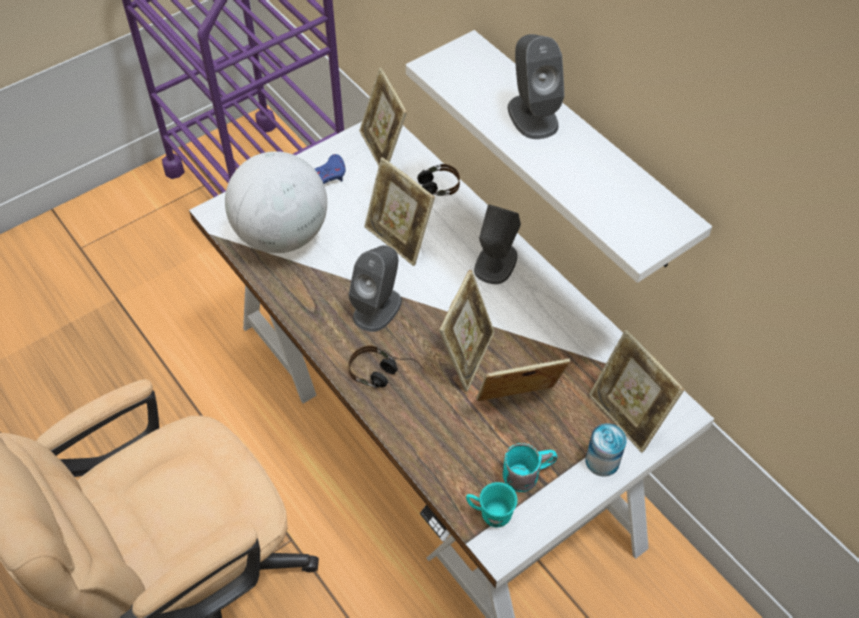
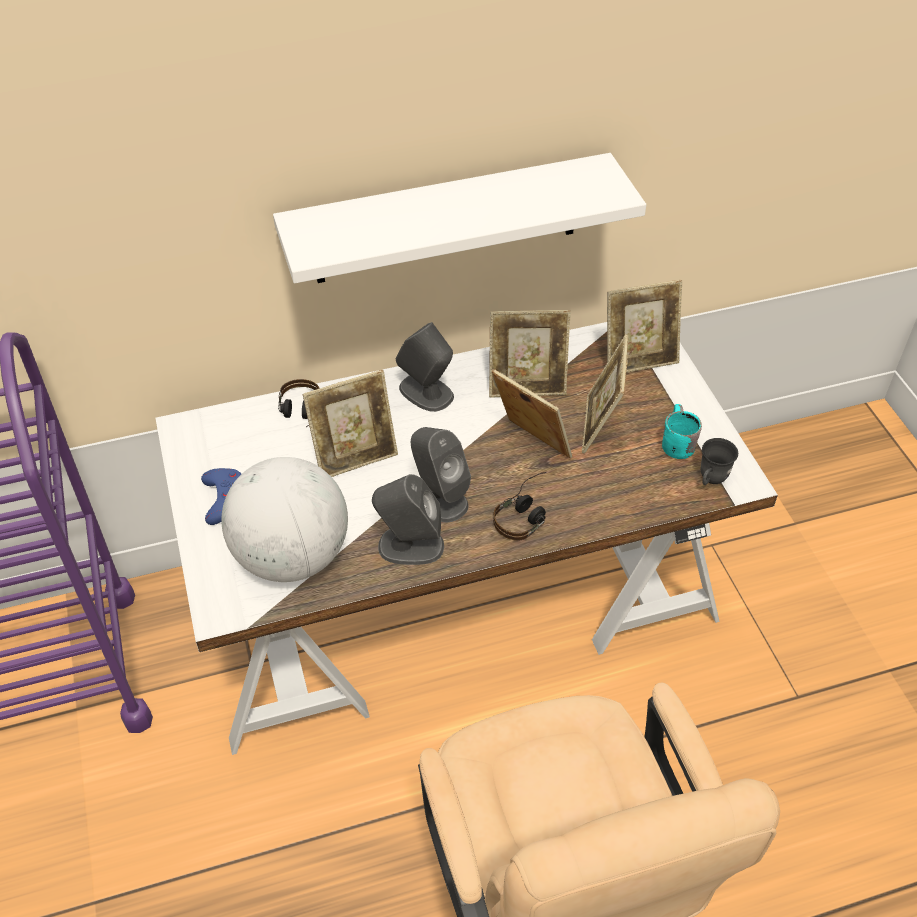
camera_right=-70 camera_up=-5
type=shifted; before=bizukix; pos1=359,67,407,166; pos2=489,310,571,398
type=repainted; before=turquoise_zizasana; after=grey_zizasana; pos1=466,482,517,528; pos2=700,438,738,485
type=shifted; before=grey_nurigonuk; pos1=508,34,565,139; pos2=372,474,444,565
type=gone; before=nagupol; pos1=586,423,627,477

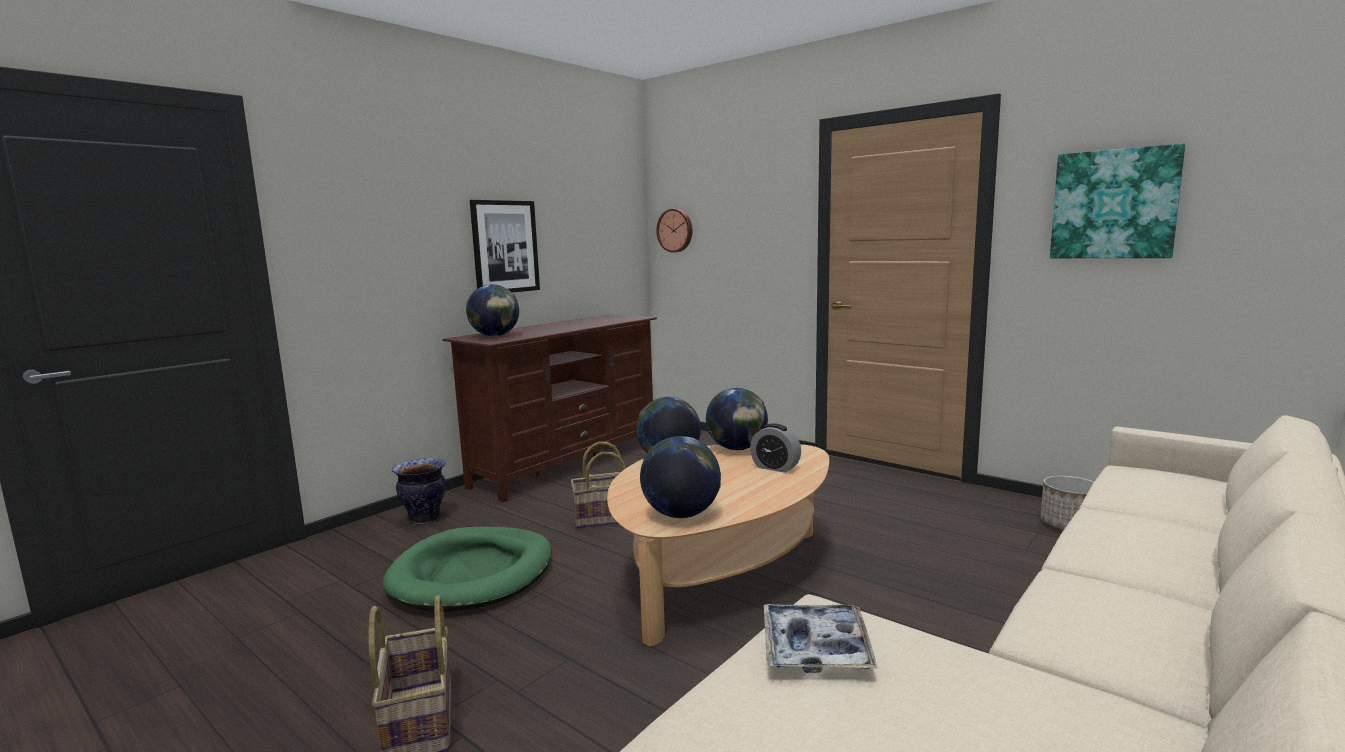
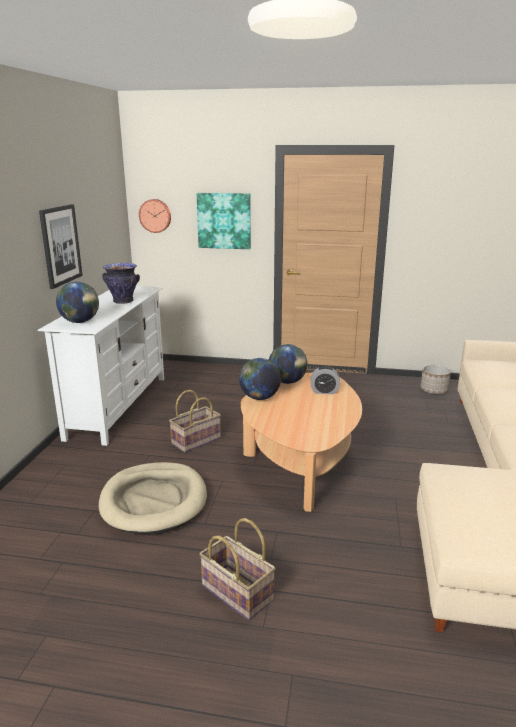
camera_right=-30 camera_up=10
type=repainted; before=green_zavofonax; after=beige_zavofonax; pos1=383,527,552,612; pos2=99,462,207,534
type=shifted; before=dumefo; pos1=392,458,446,524; pos2=102,263,140,304
type=repainted; before=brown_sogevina; after=white_sogevina; pos1=442,314,657,502; pos2=37,286,164,446
type=gone; before=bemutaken; pos1=640,436,721,518
type=gone; before=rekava; pos1=764,604,878,673
type=shifted; before=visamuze; pos1=1050,143,1185,258; pos2=197,193,251,249

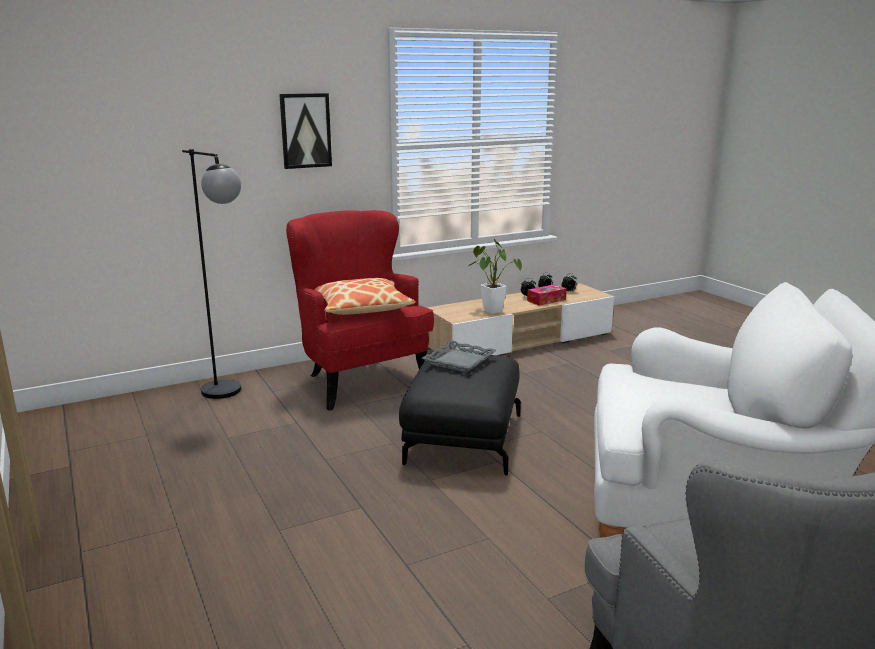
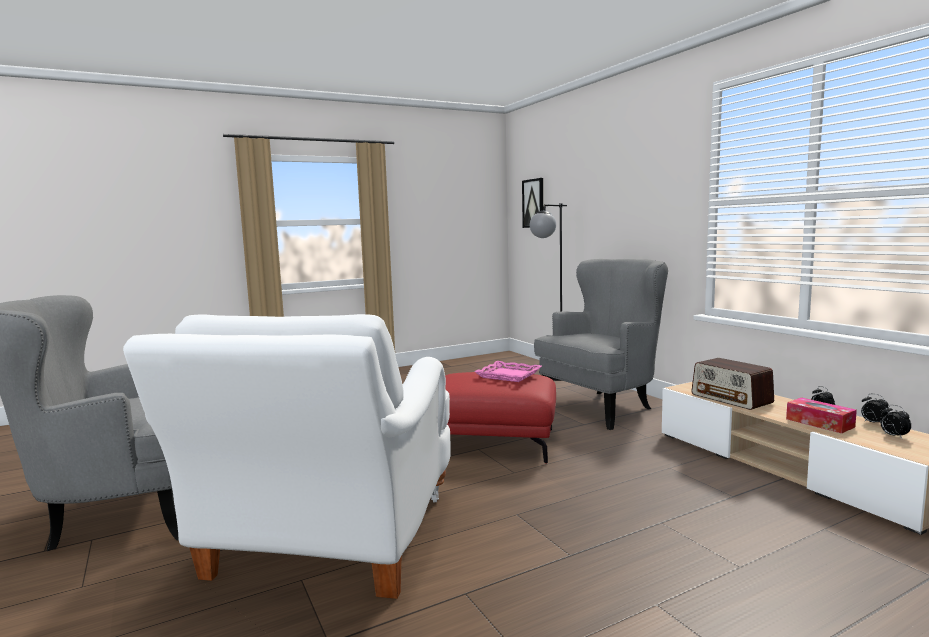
camera_right=90 camera_up=-10
type=shifted; before=visamuze; pos1=279,93,332,169; pos2=522,178,543,228
type=repainted; before=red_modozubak; after=grey_modozubak; pos1=286,210,434,411; pos2=534,259,668,430
type=gone; before=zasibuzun; pos1=314,278,416,315
type=repainted; before=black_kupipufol; after=red_kupipufol; pos1=399,353,521,476; pos2=445,372,556,464
type=repainted; before=grey_rekava; after=pink_rekava; pos1=422,340,496,373; pos2=474,361,542,382
type=swapped; before=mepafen; after=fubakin; pos1=468,239,522,314; pos2=691,358,774,410

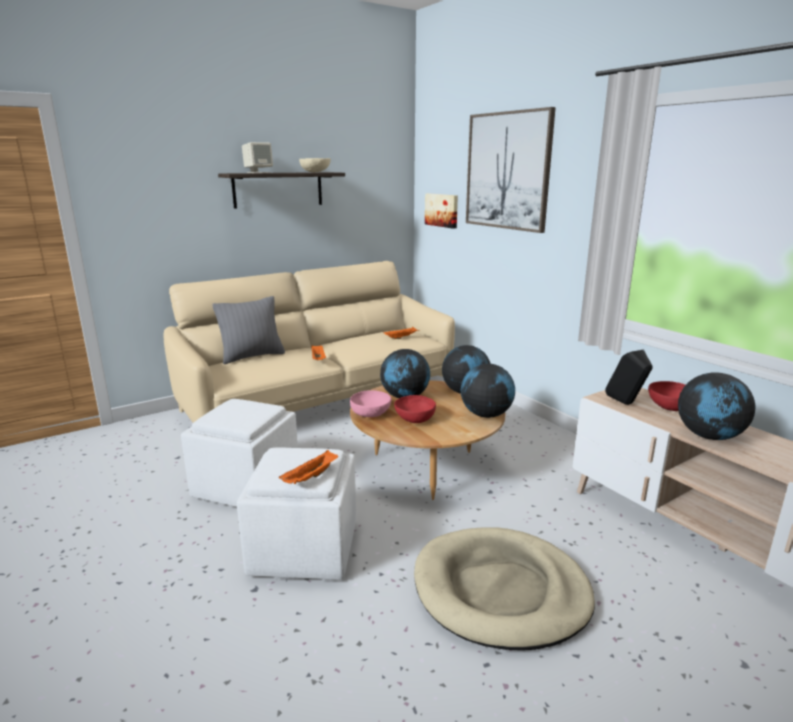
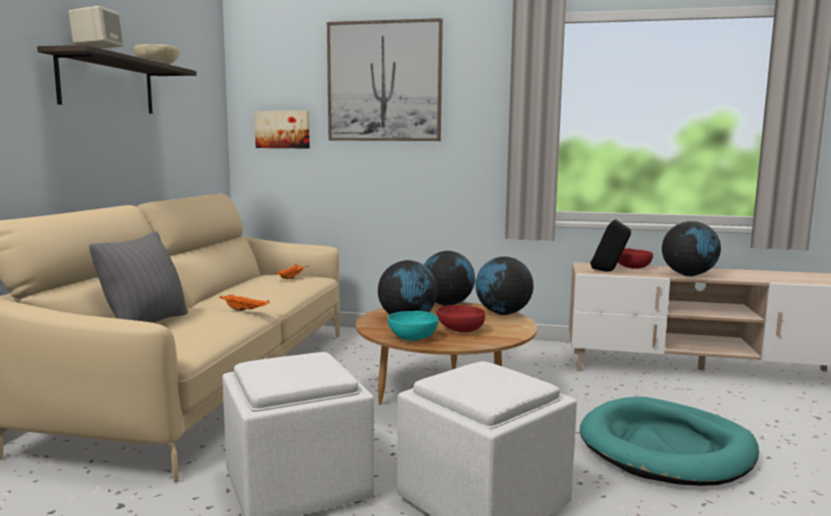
camera_right=-45 camera_up=-10
type=gone; before=orange_rekava; pos1=279,450,338,484
type=repainted; before=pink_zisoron; after=turquoise_zisoron; pos1=350,390,391,417; pos2=388,311,439,341
type=repainted; before=beige_zavofonax; after=turquoise_zavofonax; pos1=414,527,595,650; pos2=580,397,759,486

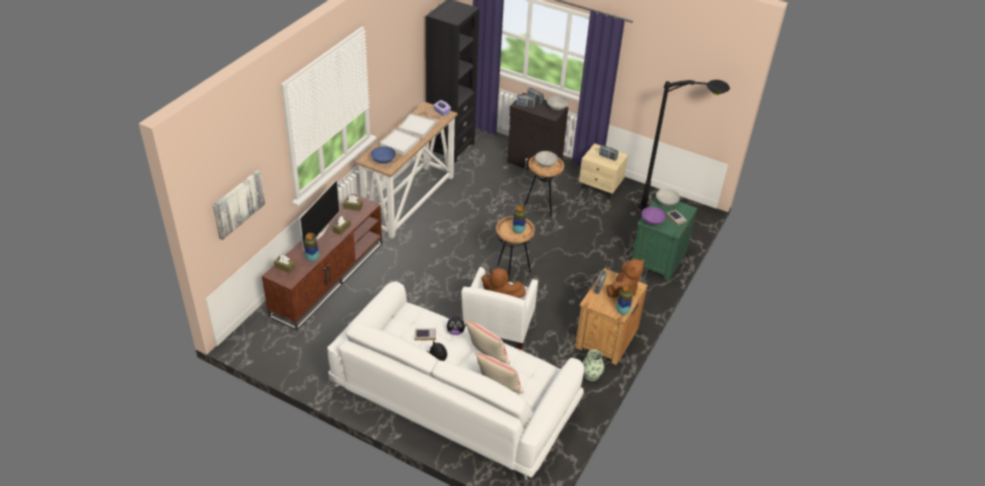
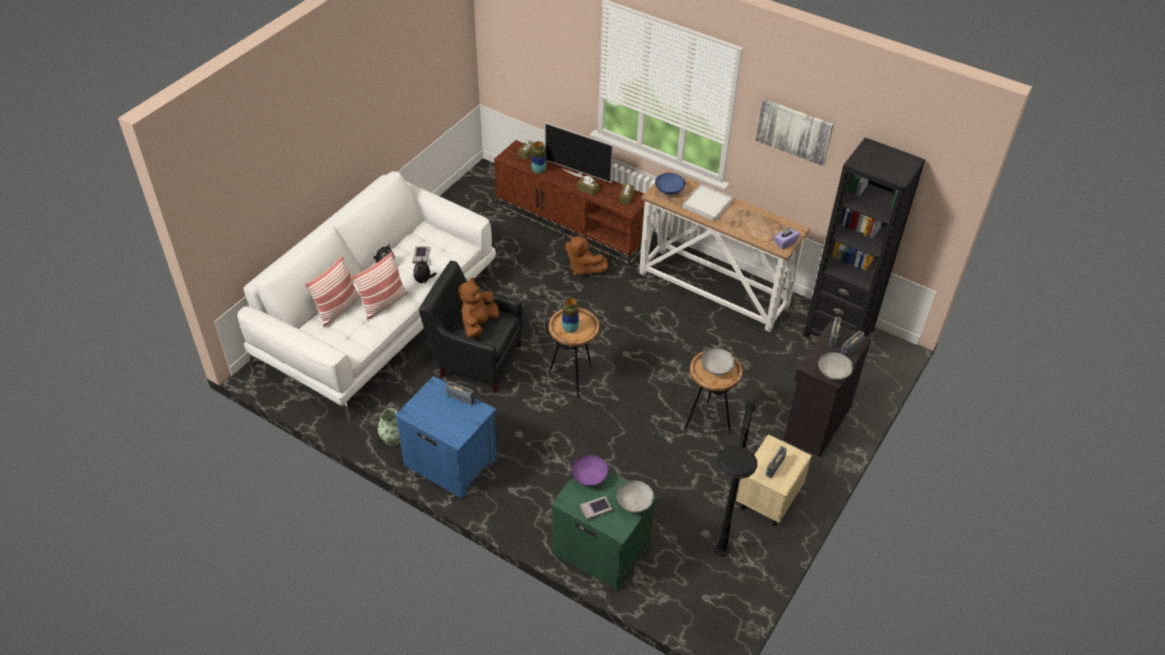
camera_right=95 camera_up=5
type=shifted; before=visamuze; pos1=213,170,265,240; pos2=755,99,834,166
type=gone; before=white_rekava; pos1=398,113,436,138
type=repainted; before=white_modozubak; after=black_modozubak; pos1=461,267,538,350; pos2=419,261,523,391
type=repainted; before=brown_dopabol; after=blue_dopabol; pos1=575,268,648,365; pos2=395,376,497,499
type=shifted; before=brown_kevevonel; pos1=606,259,645,298; pos2=565,235,608,276
type=gone; before=dumefo; pos1=616,285,633,315

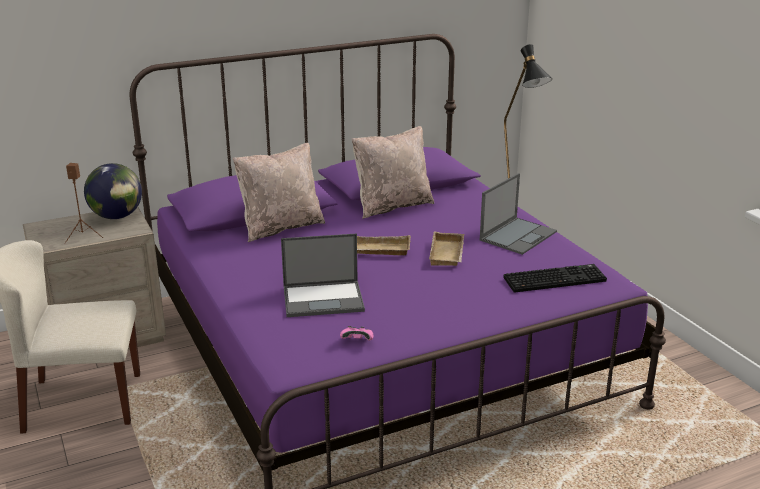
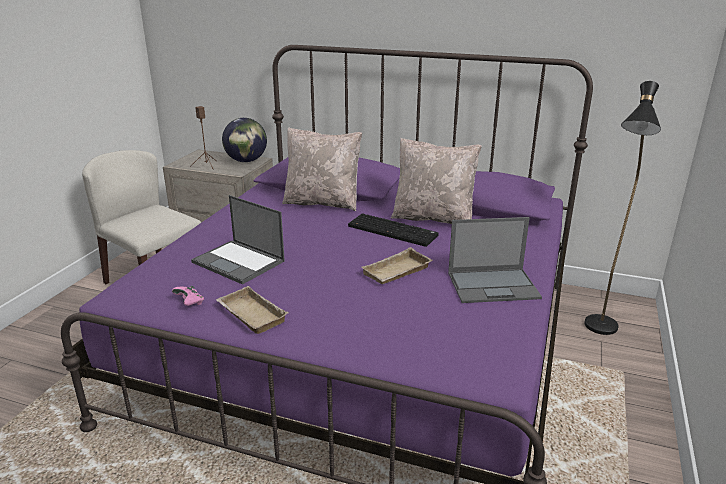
camera_right=45 camera_up=0
type=shifted; before=beige_rekava; pos1=357,235,411,255; pos2=216,286,288,334
type=shifted; before=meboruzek; pos1=503,264,607,293; pos2=348,213,438,247

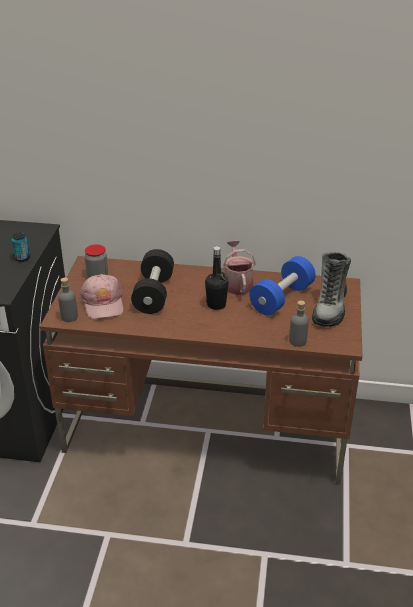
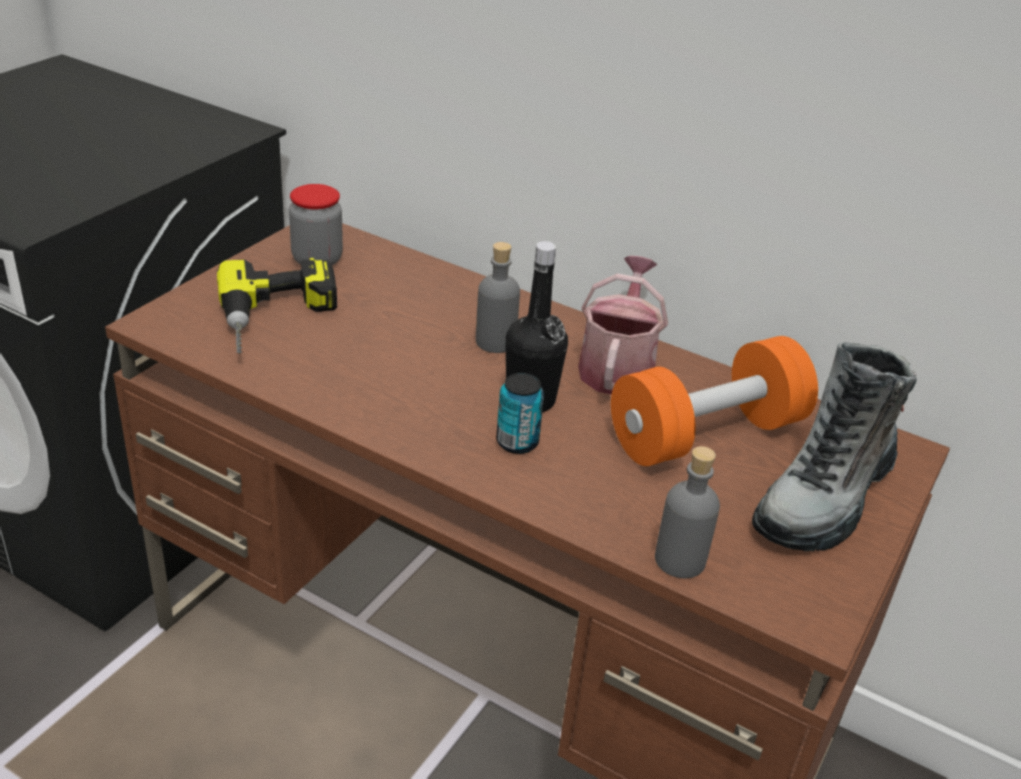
camera_right=20 camera_up=0
type=shifted; before=nagupol; pos1=11,232,30,262; pos2=496,373,544,454
type=shifted; before=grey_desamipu; pos1=58,277,78,322; pos2=476,242,520,353
type=swapped; before=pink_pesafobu; after=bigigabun; pos1=80,274,123,319; pos2=217,258,337,354
type=gone; before=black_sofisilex; pos1=131,249,174,314
type=repainted; before=blue_sofisilex; after=orange_sofisilex; pos1=249,256,316,315; pos2=611,336,818,466

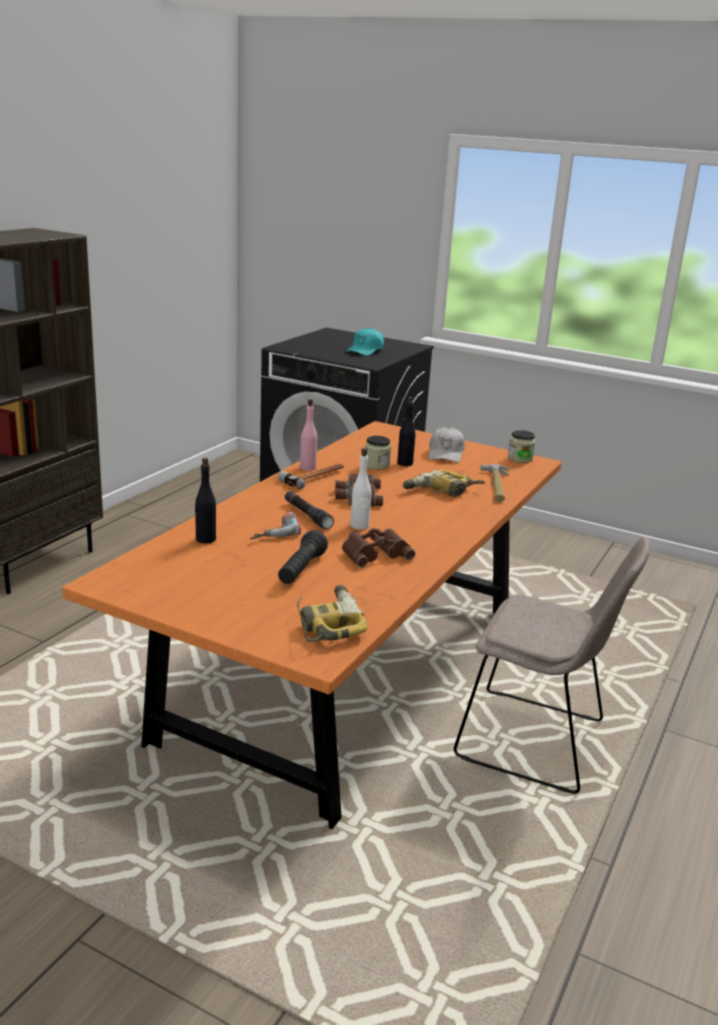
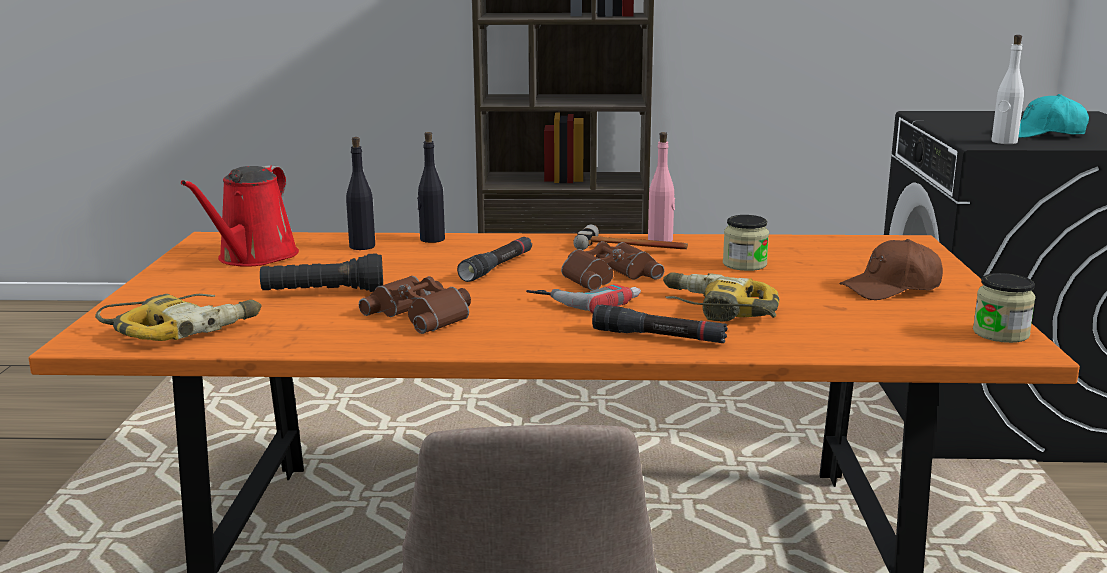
camera_right=65 camera_up=-5
type=shifted; before=bigigabun; pos1=250,512,301,539; pos2=526,284,641,313
type=shifted; before=white_desamipu; pos1=350,448,371,530; pos2=992,35,1024,144
type=shifted; before=black_desamipu; pos1=397,397,415,466; pos2=417,132,445,243
type=repainted; before=white_pesafobu; after=brown_pesafobu; pos1=429,427,465,462; pos2=839,239,943,300
type=gone; before=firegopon; pos1=481,464,509,502
type=new; after=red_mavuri; pos2=181,165,299,267
type=new; after=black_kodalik; pos2=592,305,728,343

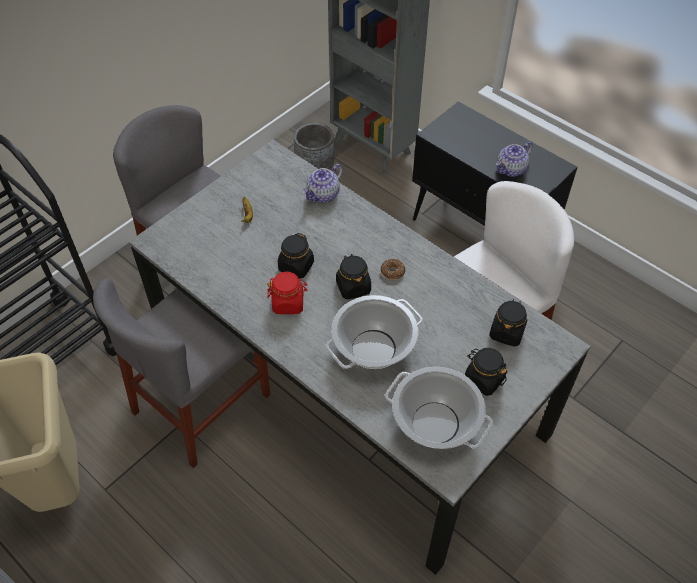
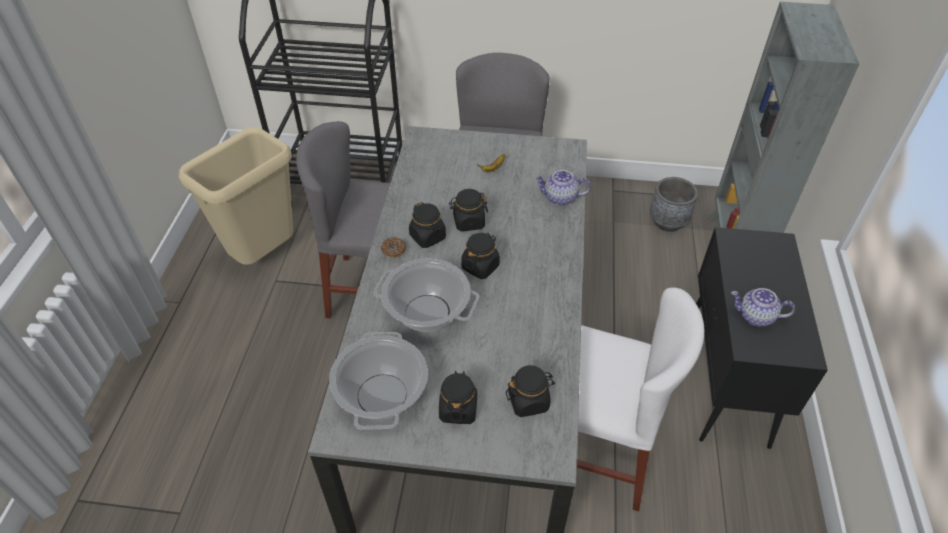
camera_right=55 camera_up=-5
type=repainted; before=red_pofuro; after=black_pofuro; pos1=267,272,308,314; pos2=409,202,446,248
type=shifted; before=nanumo; pos1=381,259,405,280; pos2=381,237,406,258

